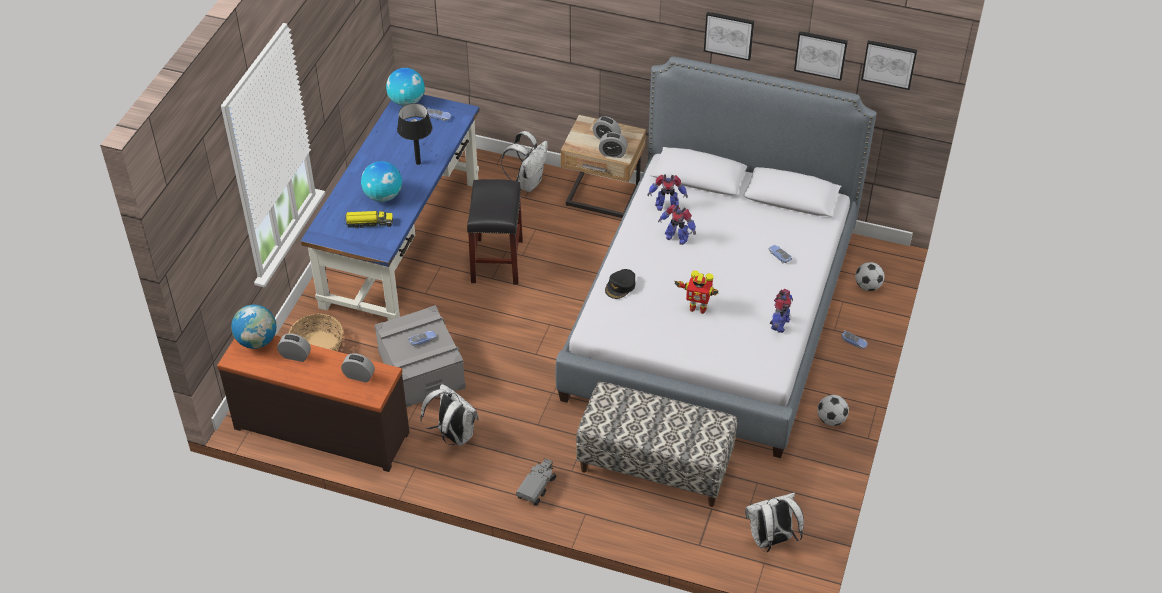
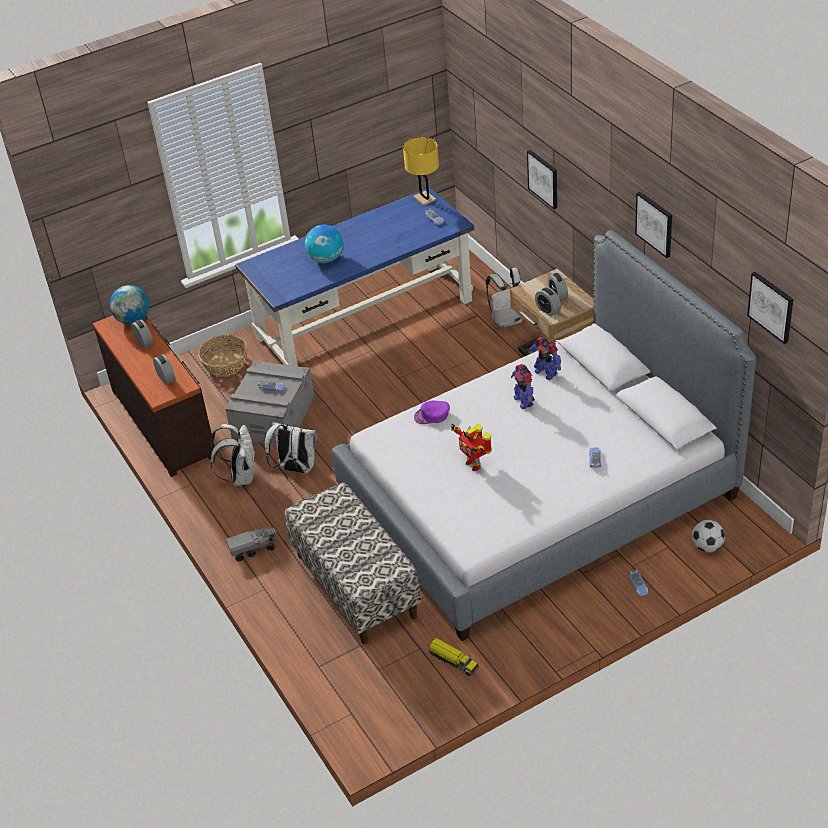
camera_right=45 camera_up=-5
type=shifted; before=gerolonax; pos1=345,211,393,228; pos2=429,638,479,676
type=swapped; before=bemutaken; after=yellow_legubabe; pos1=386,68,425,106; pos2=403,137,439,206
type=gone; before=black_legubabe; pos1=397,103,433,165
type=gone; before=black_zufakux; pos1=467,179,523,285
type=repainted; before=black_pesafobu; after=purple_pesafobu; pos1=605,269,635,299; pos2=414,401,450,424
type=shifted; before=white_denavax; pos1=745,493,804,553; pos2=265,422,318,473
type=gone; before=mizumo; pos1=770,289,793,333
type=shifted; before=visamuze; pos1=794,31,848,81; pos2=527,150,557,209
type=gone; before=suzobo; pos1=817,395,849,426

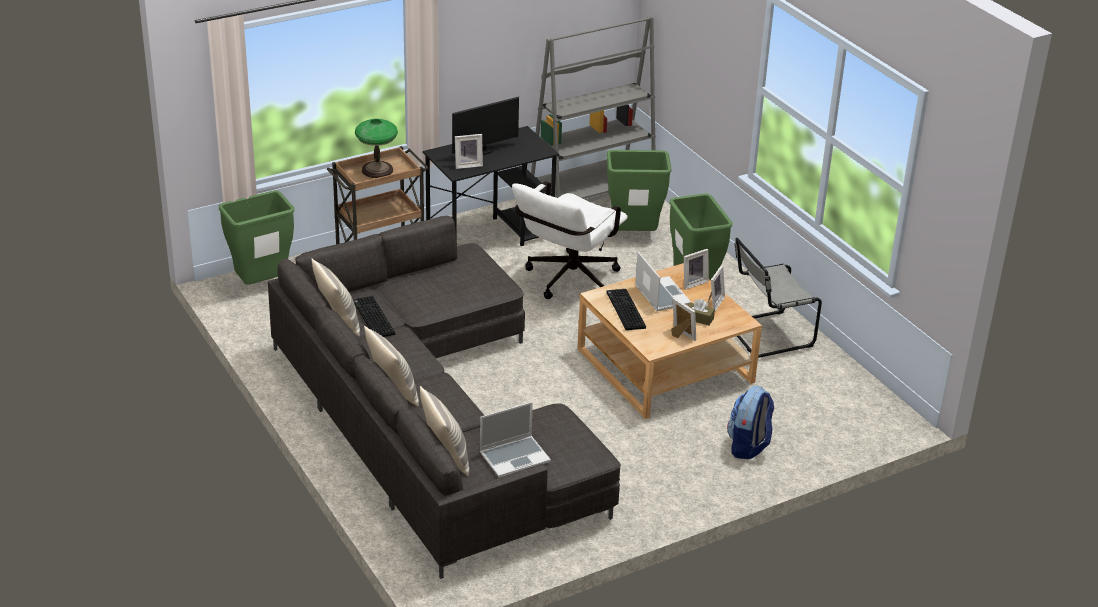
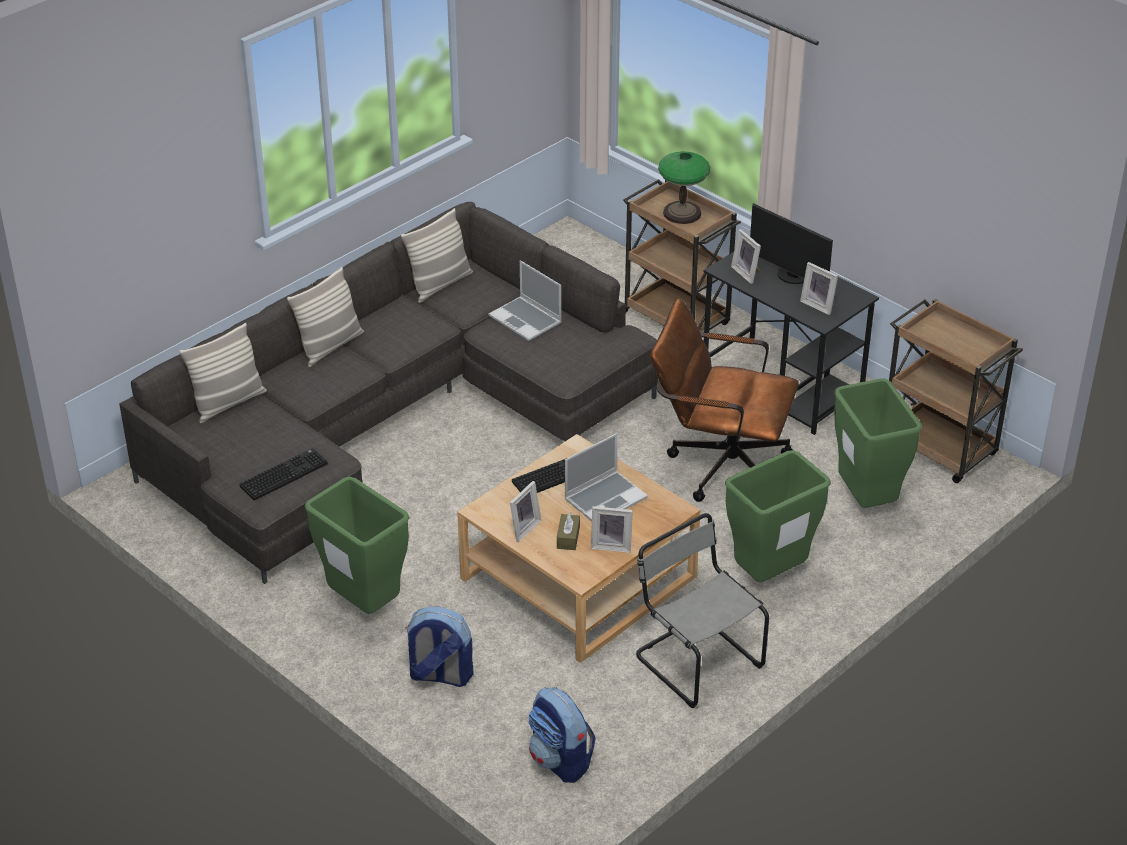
camera_right=75 camera_up=5
type=shifted; before=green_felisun; pos1=219,190,294,285; pos2=305,477,409,614
type=shifted; before=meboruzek; pos1=353,296,395,337; pos2=239,448,328,500
type=shifted; before=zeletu; pos1=480,402,551,477; pos2=489,260,561,341
type=repainted; before=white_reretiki; after=brown_reretiki; pos1=512,181,628,299; pos2=650,298,799,502
type=swapped; before=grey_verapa; after=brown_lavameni; pos1=531,17,656,202; pos2=889,298,1023,483
type=shifted; before=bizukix; pos1=684,249,709,290; pos2=800,262,838,315
type=new; after=denavax; pos2=529,687,595,783

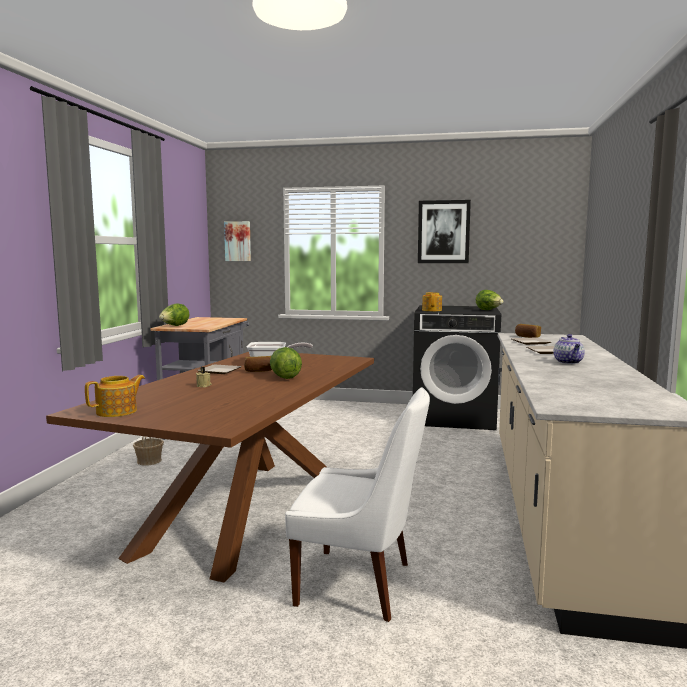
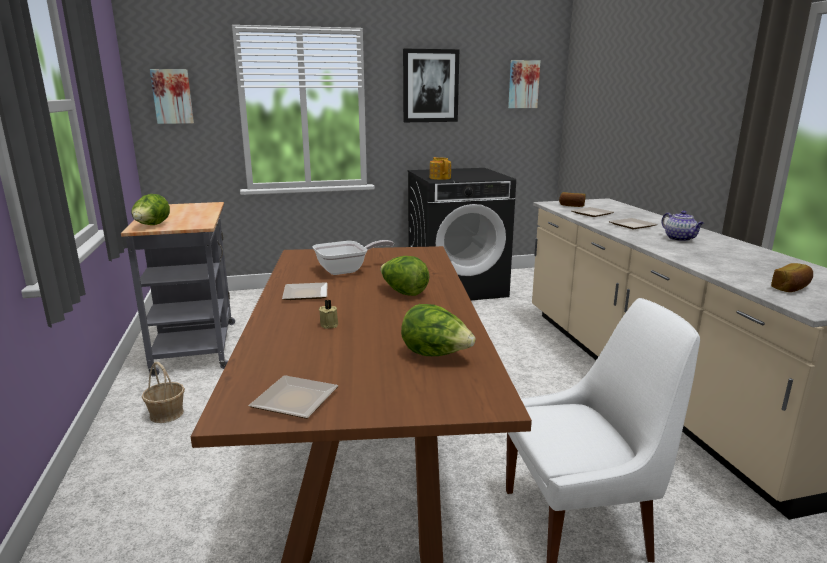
camera_right=-25 camera_up=10
type=swapped; before=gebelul; after=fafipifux; pos1=85,375,145,417; pos2=248,375,339,419
type=shifted; before=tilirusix; pos1=244,356,272,372; pos2=771,263,813,292
type=shifted; before=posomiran; pos1=476,290,504,310; pos2=401,304,476,356
type=new; after=visamuze; pos2=508,60,540,108

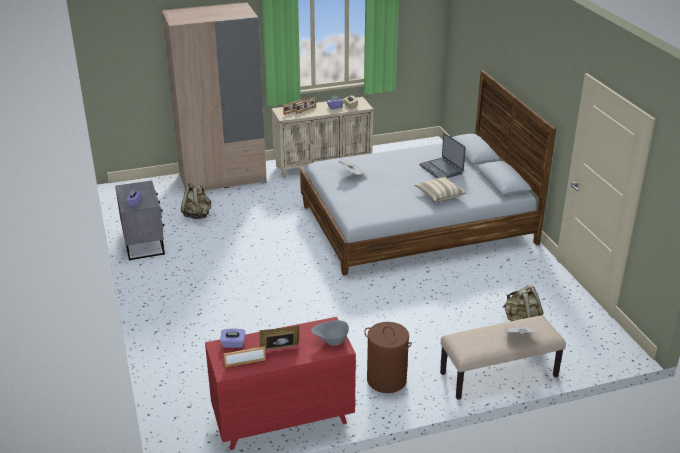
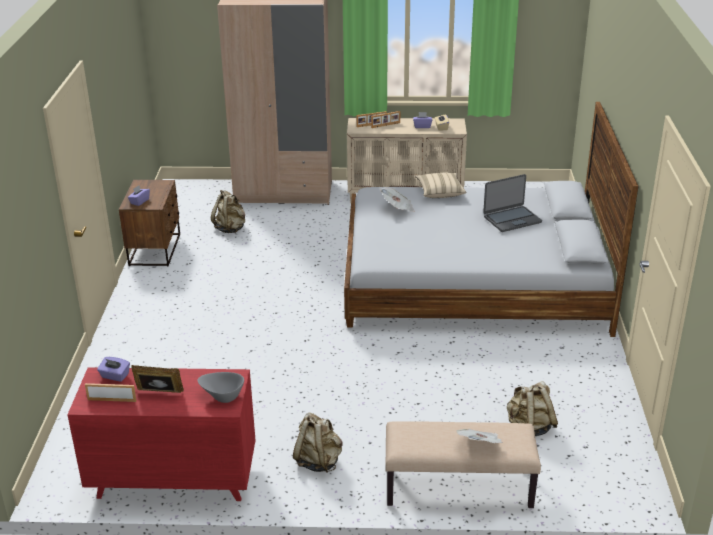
camera_right=20 camera_up=0
type=repainted; before=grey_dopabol; after=brown_dopabol; pos1=115,180,165,261; pos2=119,180,180,267
type=swapped; before=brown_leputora; after=beige_denavax; pos1=364,322,412,393; pos2=293,413,342,473
type=shifted; before=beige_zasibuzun; pos1=414,177,466,202; pos2=415,173,467,198
type=rotated; before=zeletu; pos1=420,133,466,178; pos2=483,174,542,232; turn=-105

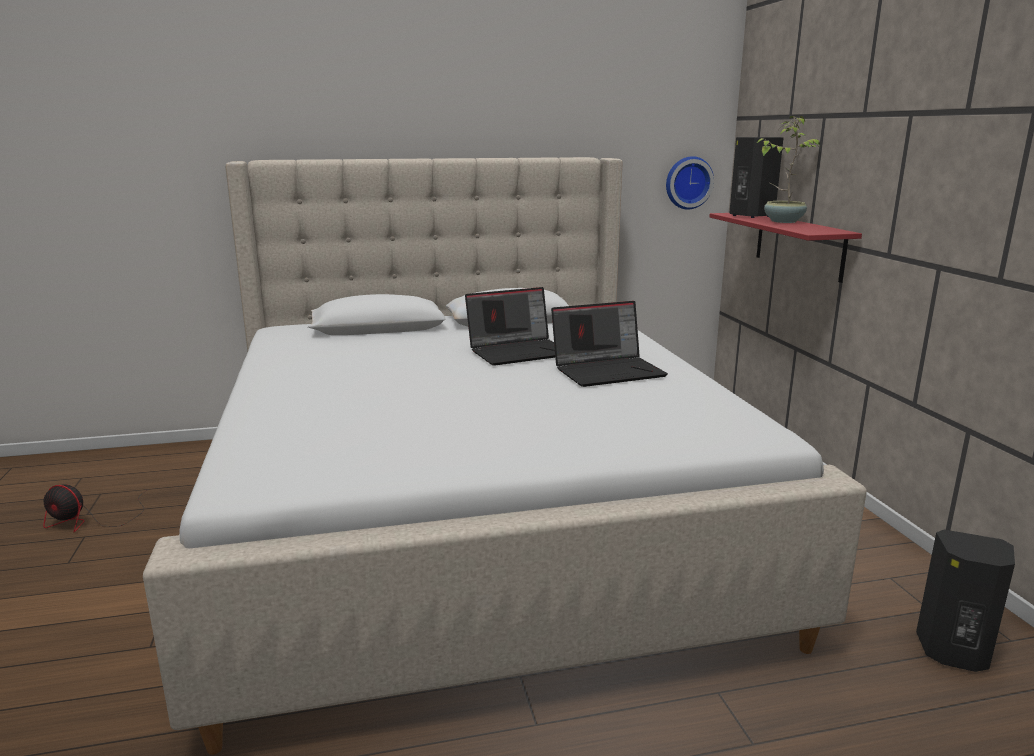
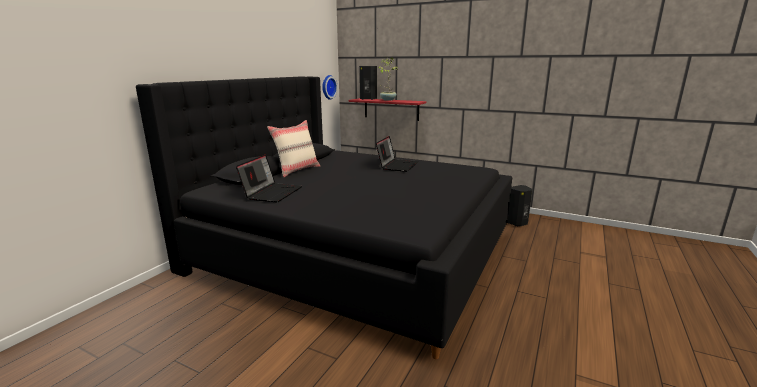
camera_right=-50 camera_up=0
type=gone; before=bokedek; pos1=43,484,147,532
type=repainted; before=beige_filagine; after=black_filagine; pos1=143,157,867,755; pos2=136,76,512,359
type=shifted; before=zeletu; pos1=465,287,555,366; pos2=236,154,302,203
type=new; after=beige_zasibuzun; pos2=267,120,320,177

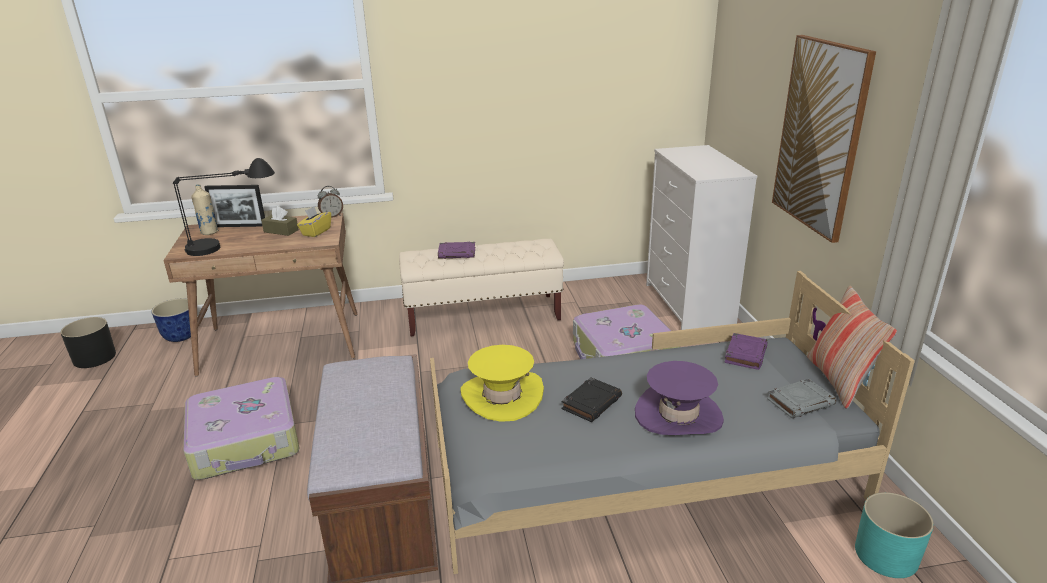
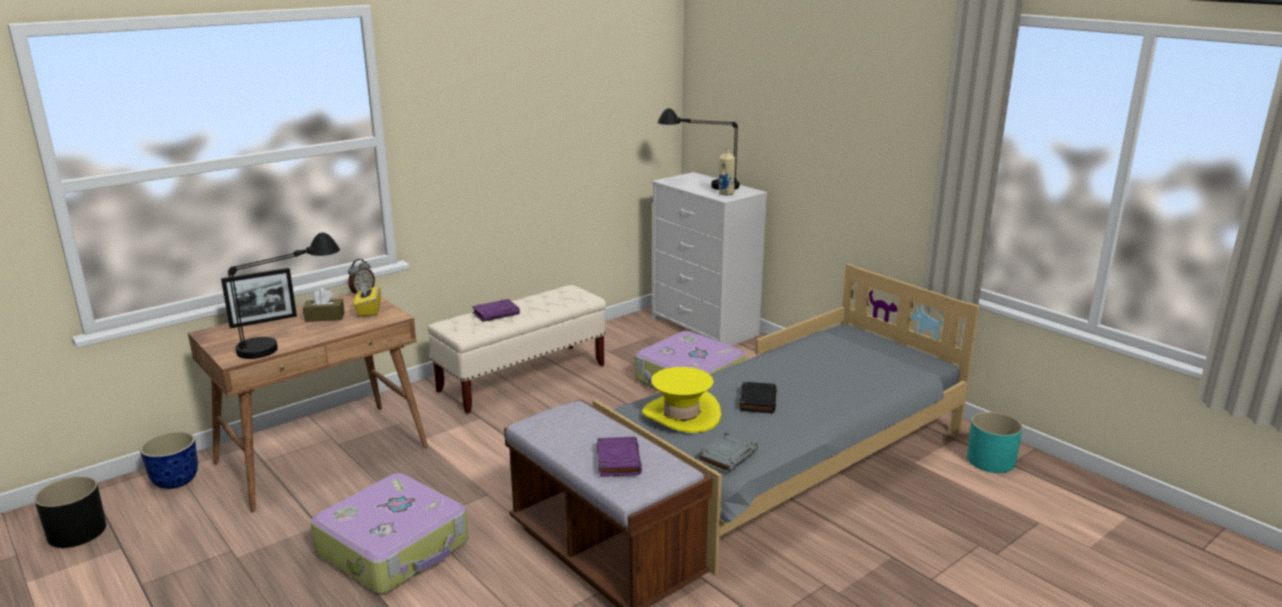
camera_right=-30 camera_up=-5
type=shifted; before=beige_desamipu; pos1=191,184,218,235; pos2=719,147,735,195
type=gone; before=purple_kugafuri; pos1=635,361,724,435
type=shifted; before=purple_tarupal; pos1=725,333,768,370; pos2=597,437,642,477
type=shifted; before=grey_tarupal; pos1=767,379,836,419; pos2=697,432,758,474
type=gone; before=visamuze; pos1=772,35,876,243
type=gone; before=zasibuzun; pos1=807,286,897,409
type=new; after=black_legubabe; pos2=658,108,740,190

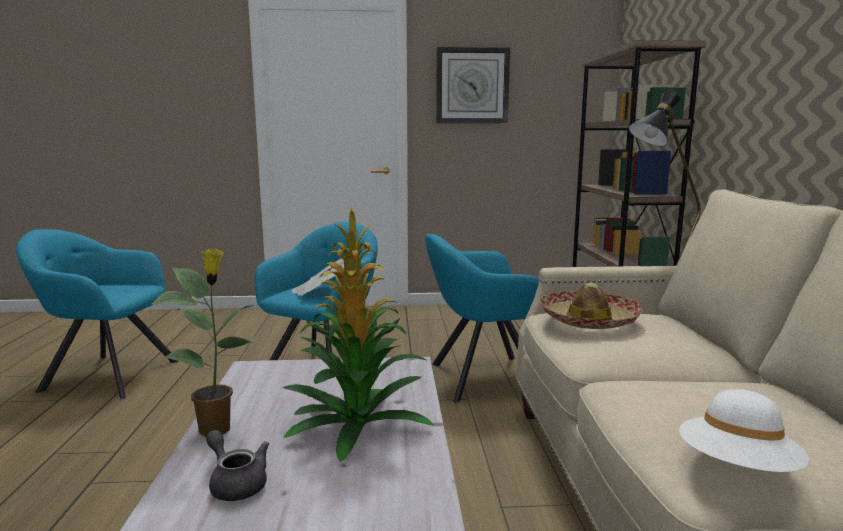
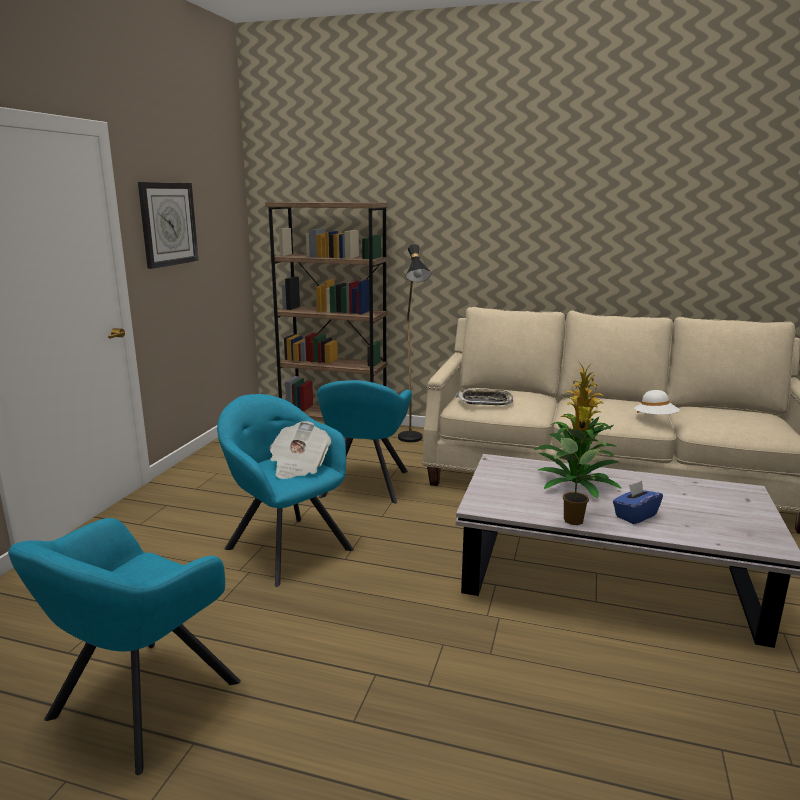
camera_right=-70 camera_up=5
type=swapped; before=grey_gebelul; after=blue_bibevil; pos1=206,430,269,501; pos2=613,481,663,524
type=swapped; before=kugafuri; after=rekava; pos1=539,283,642,329; pos2=456,389,513,405

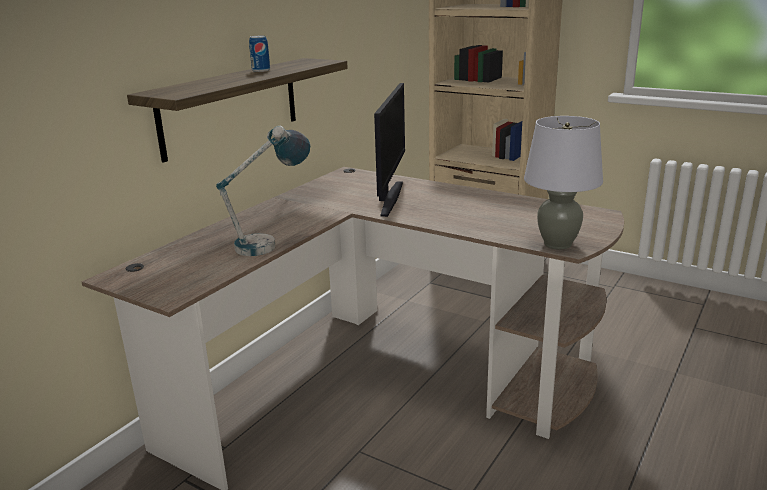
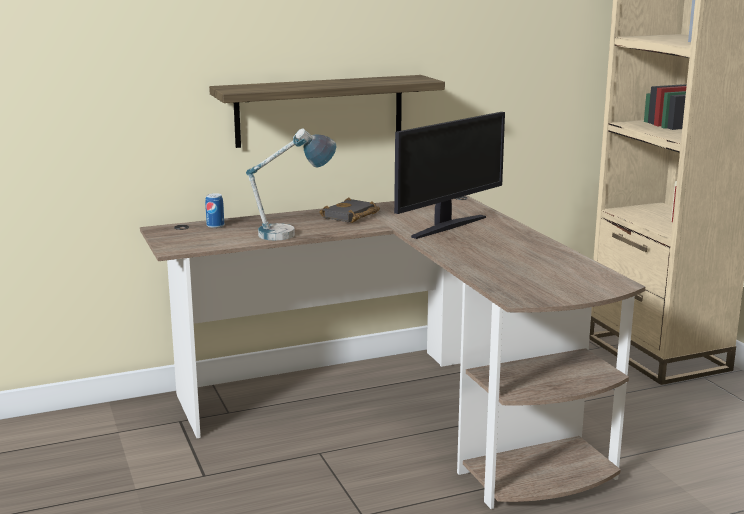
camera_right=35 camera_up=-5
type=shifted; before=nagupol; pos1=249,36,270,72; pos2=205,193,224,228
type=gone; before=grey_legubabe; pos1=524,116,603,249
type=new; after=black_tarupal; pos2=319,197,380,223

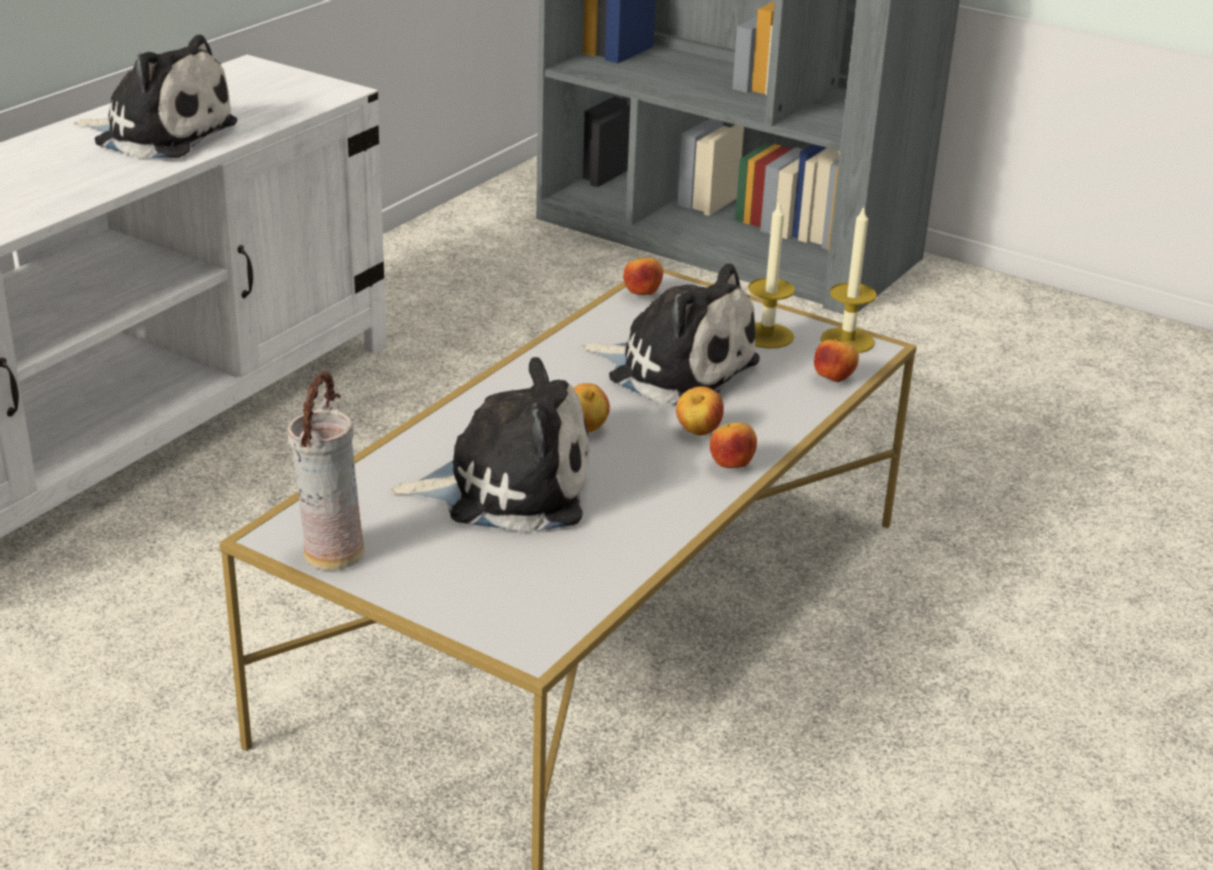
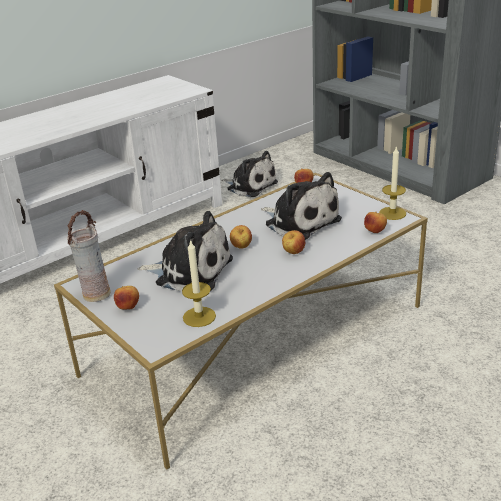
camera_right=20 camera_up=0
type=shifted; before=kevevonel; pos1=73,35,237,158; pos2=221,151,278,197
type=shifted; before=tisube; pos1=710,423,757,468; pos2=114,286,139,309
type=shifted; before=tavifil; pos1=748,200,795,349; pos2=182,239,216,327

